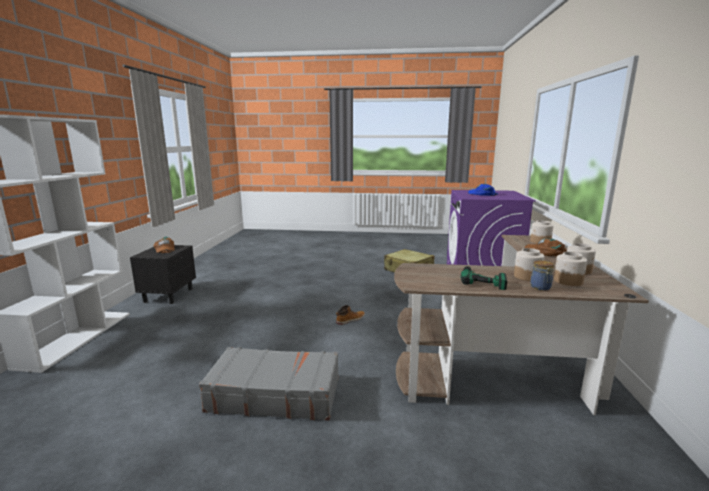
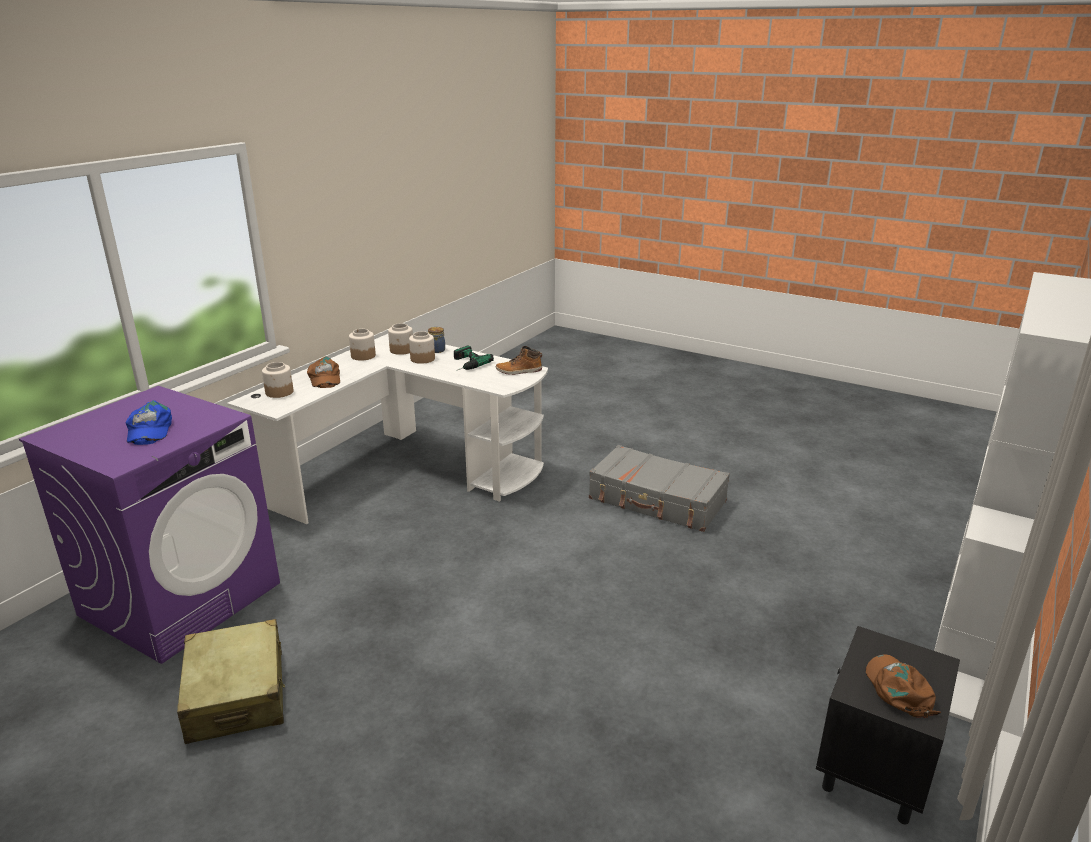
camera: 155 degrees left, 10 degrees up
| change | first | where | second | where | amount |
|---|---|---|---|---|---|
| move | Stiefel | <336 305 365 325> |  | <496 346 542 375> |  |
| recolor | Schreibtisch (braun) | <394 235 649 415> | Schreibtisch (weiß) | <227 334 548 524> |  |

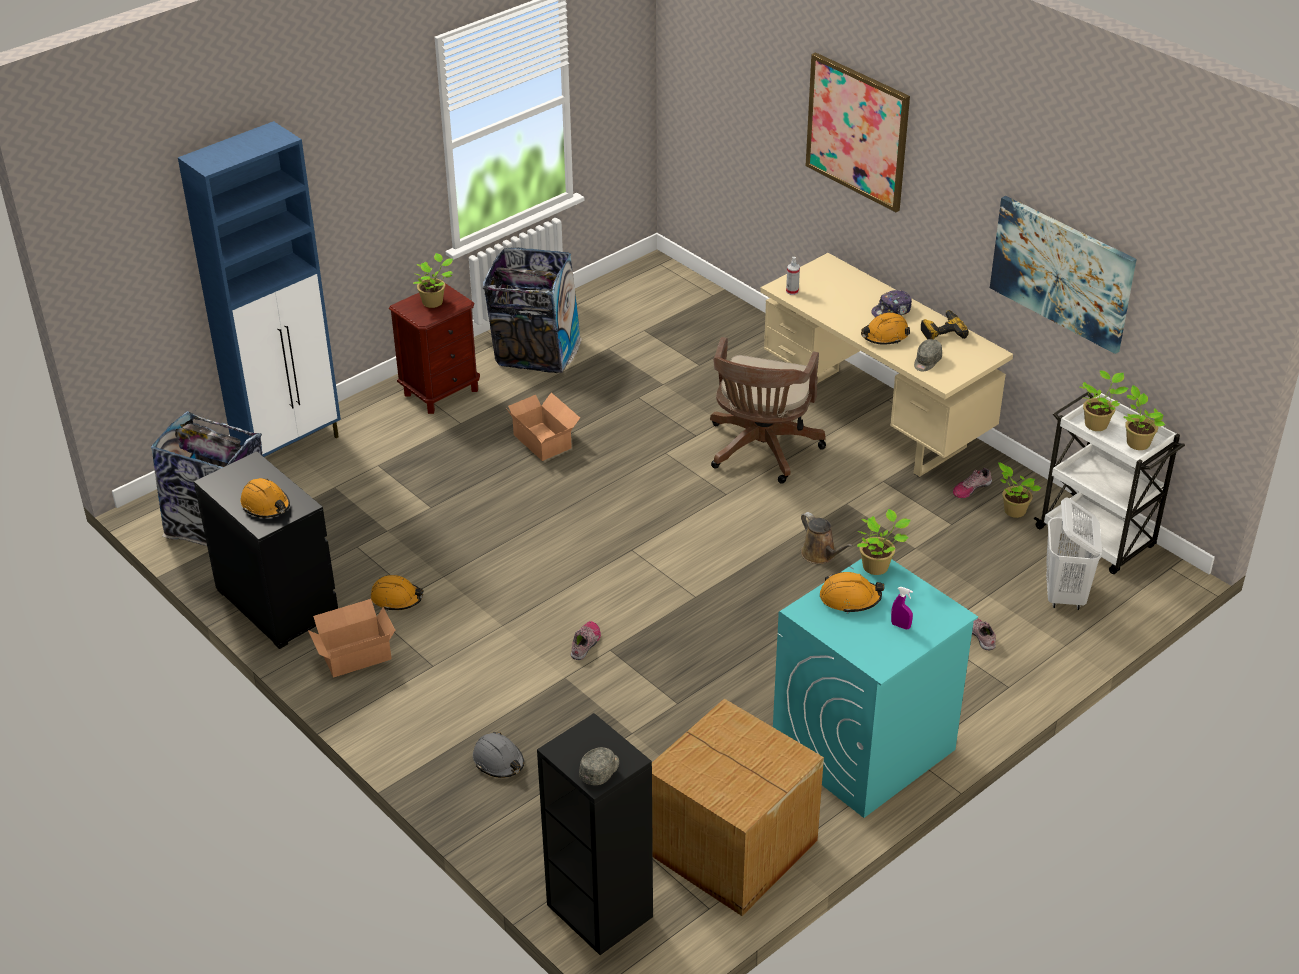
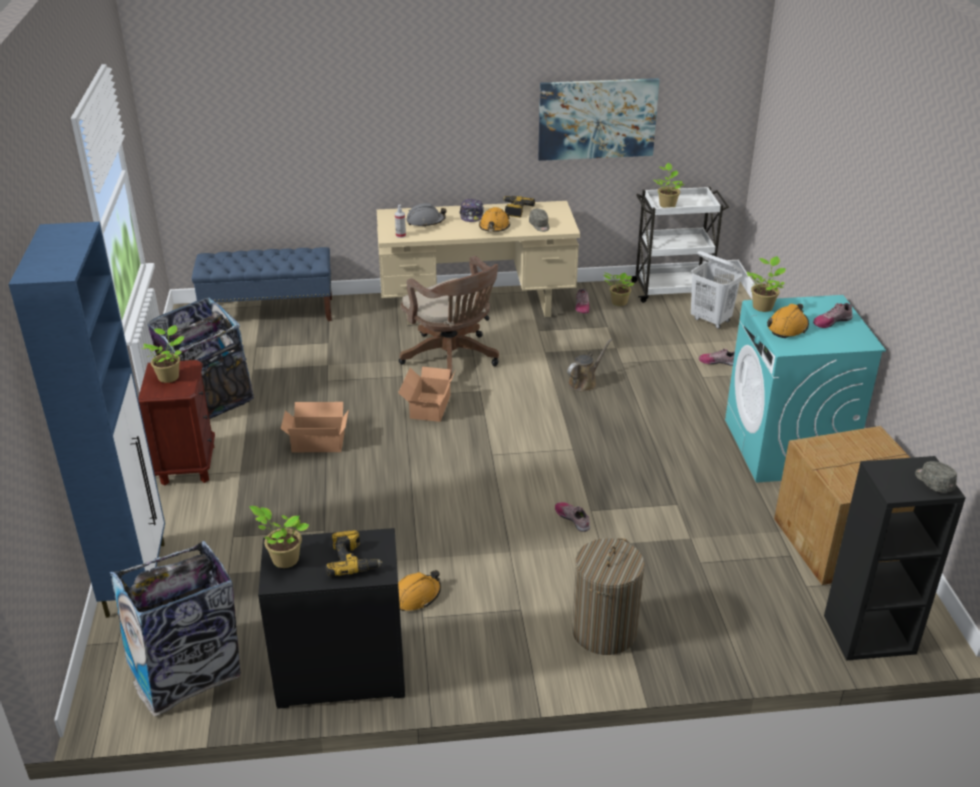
camera: 55 degrees left, 5 degrees down
| change | first | where | second | where | amount |
|---|---|---|---|---|---|
| replace | Schutzhelm (orange) | <240 478 290 518> | Bohrmaschine | <326 530 383 576> |  |
| move | Karton | <308 599 395 677> |  | <398 367 455 422> |  |
| move | Schutzhelm (grau) | <473 732 524 778> |  | <406 203 446 226> |  |
| rotate | Gießkanne (braun) | <801 512 853 564> |  | <567 339 612 391> | 45 degrees counterclockwise |
| delete | Bild | <806 52 910 212> |  |  |  |
| replace | Sprühflasche (lila) | <891 587 913 630> | Schuh | <813 303 853 328> |  |
| move | Topfpflanze | <1123 385 1165 450> |  | <250 506 309 568> |  |
| insert |  |  | Bank (blau) | <192 247 332 321> |  |
| insert |  |  | Wäschekorb | <572 538 645 655> |  |

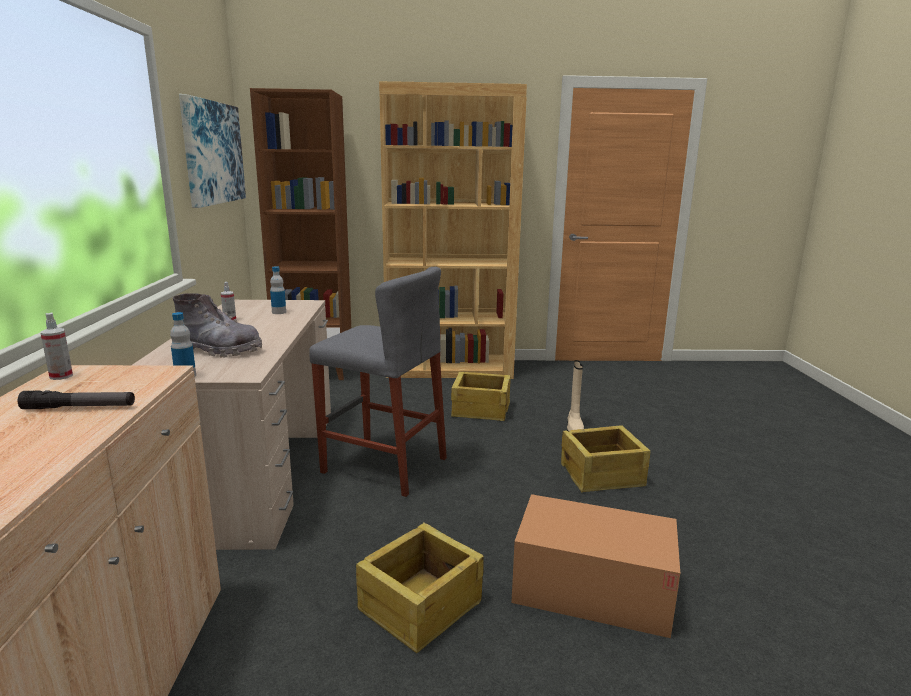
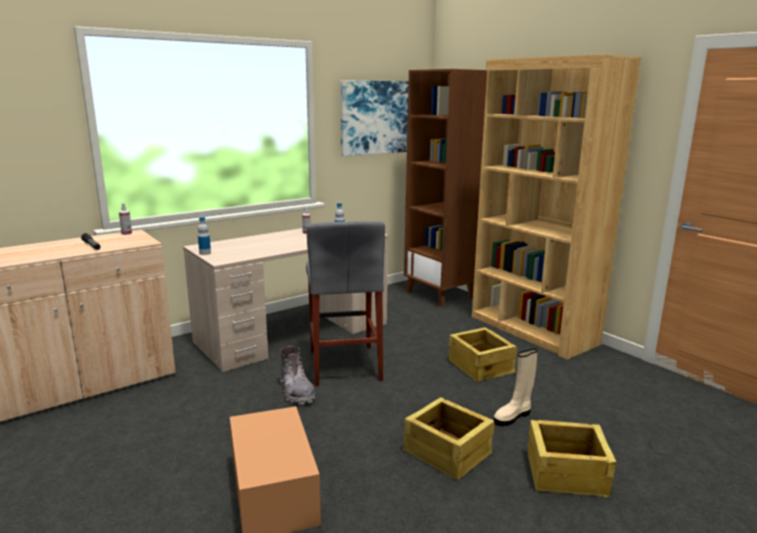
camera: 55 degrees right, 0 degrees up
| change | first | where | second | where | amount |
|---|---|---|---|---|---|
| move | Stiefel (grau) | <173 293 262 358> |  | <280 346 315 405> |  |
| move | Kiste | <356 523 484 653> |  | <527 420 616 497> |  |

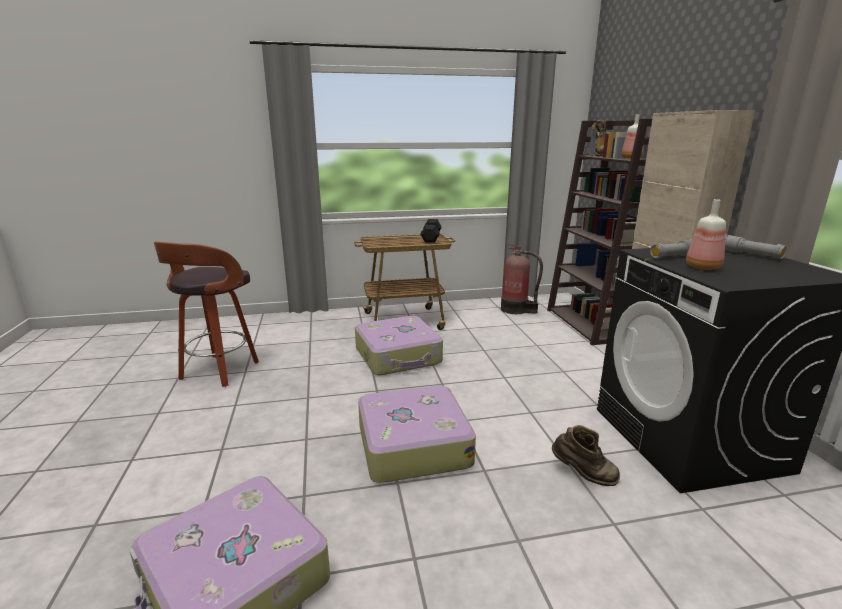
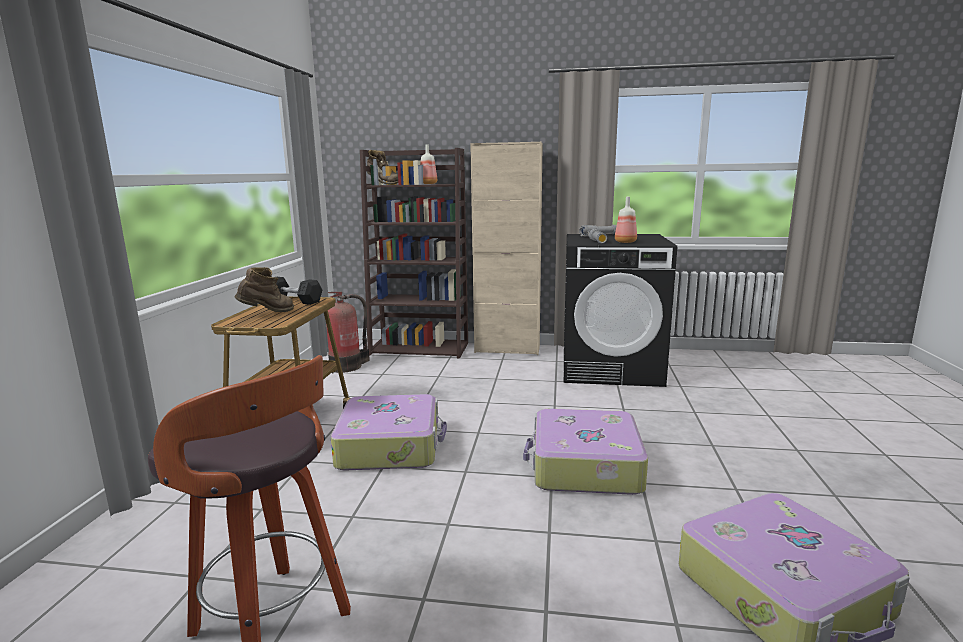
camera: 70 degrees left, 5 degrees down
| change | first | where | second | where | amount |
|---|---|---|---|---|---|
| move | Stiefel (braun) | <552 425 620 486> |  | <235 267 294 312> |  |

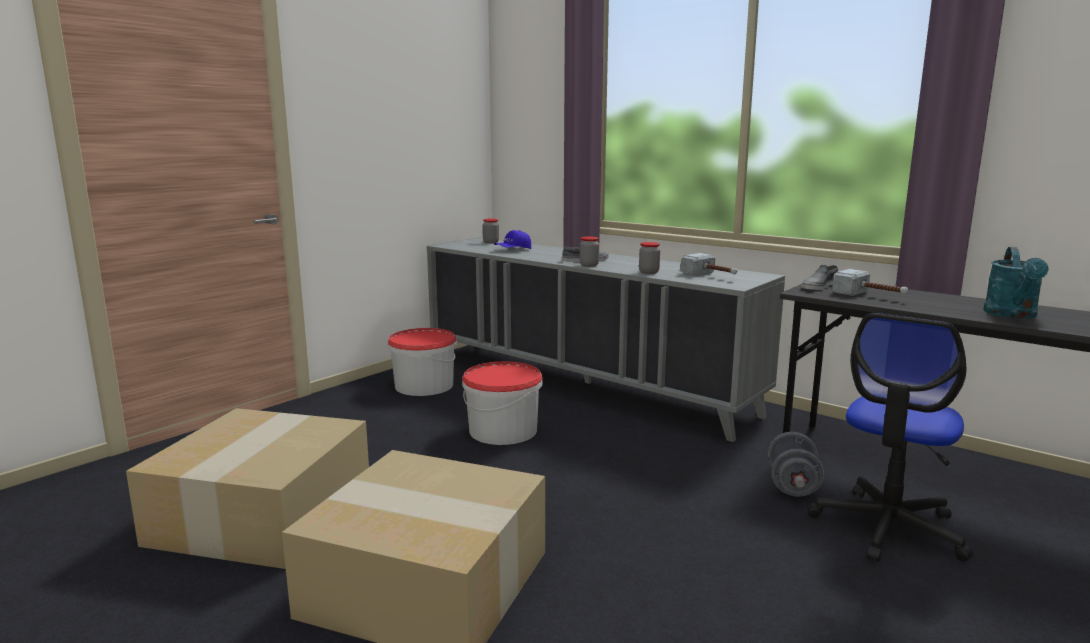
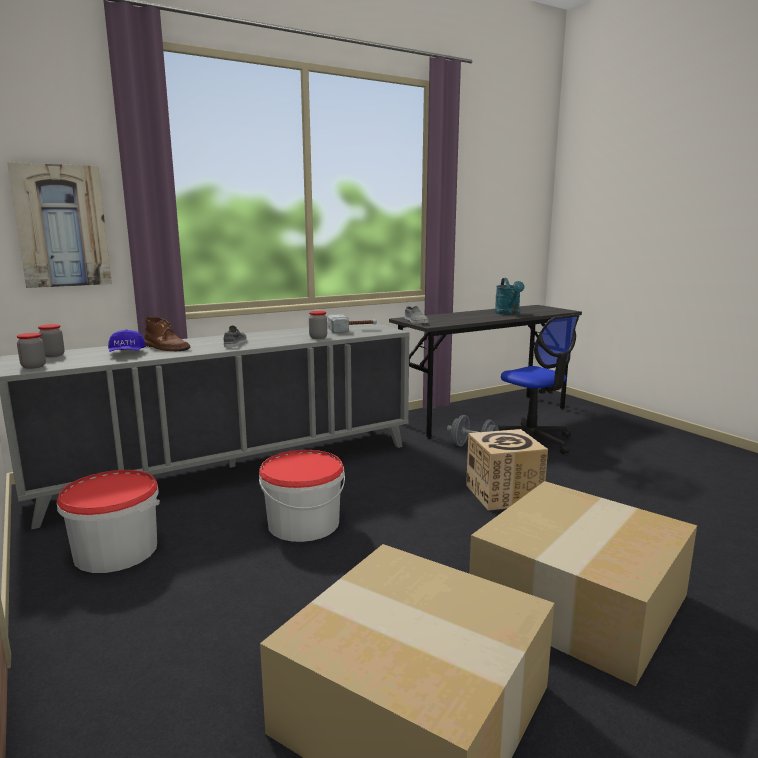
camera: 70 degrees left, 0 degrees up
| change | first | where | second | where | amount |
|---|---|---|---|---|---|
| move | Vorratsglas | <580 236 599 267> |  | <17 333 46 369> |  |
| delete | Hammer | <832 269 909 296> |  |  |  |
| rotate | Gießkanne (türkis) | <983 247 1049 319> |  | <495 278 525 315> | 45 degrees clockwise |
| insert |  |  | Bild | <7 162 112 288> |  |
| insert |  |  | Stiefel (braun) | <144 317 190 351> |  |
| insert |  |  | Karton | <466 429 548 511> |  |

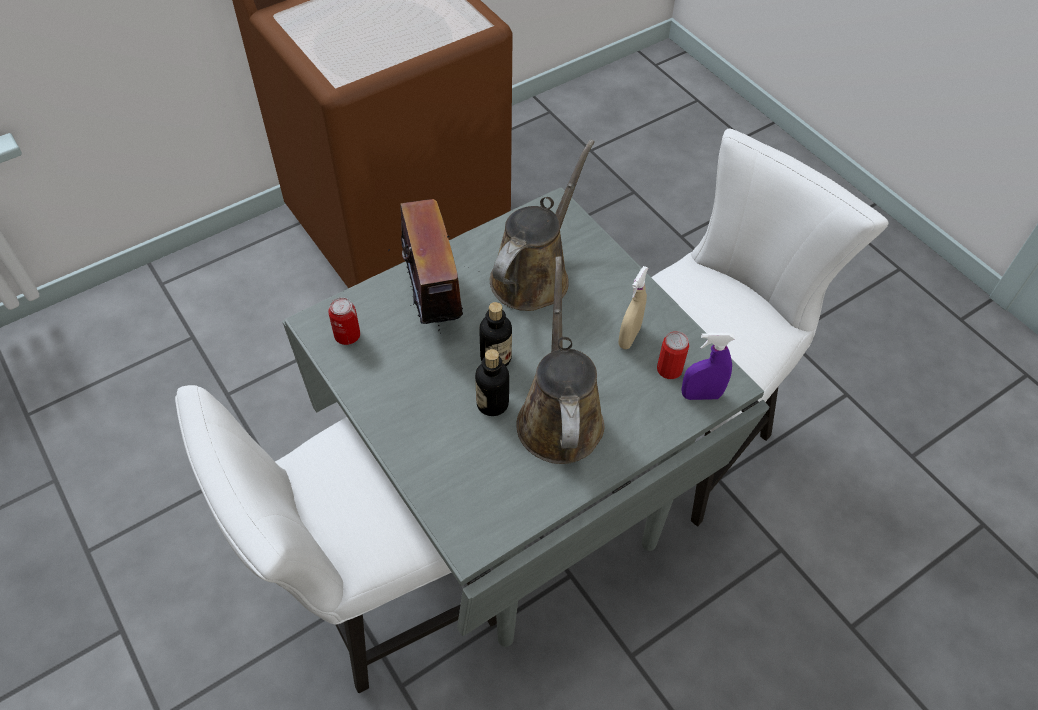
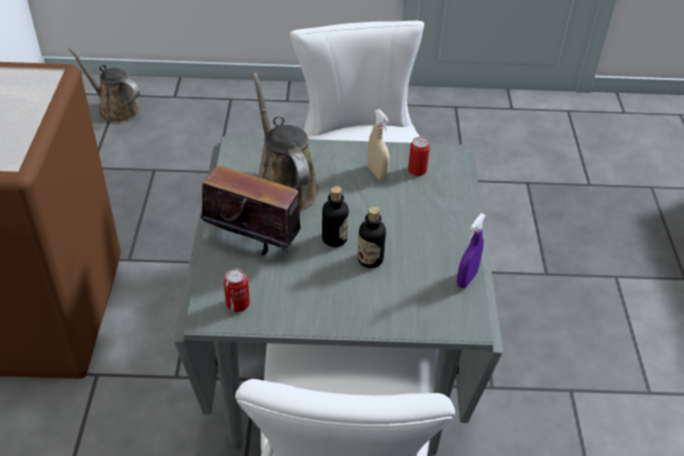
camera: 55 degrees left, 10 degrees down
| change | first | where | second | where | amount |
|---|---|---|---|---|---|
| move | Gießkanne (braun) | <516 256 604 464> |  | <68 48 140 122> |  |
| move | Sprühflasche (lila) | <682 333 735 400> |  | <457 213 486 288> |  |

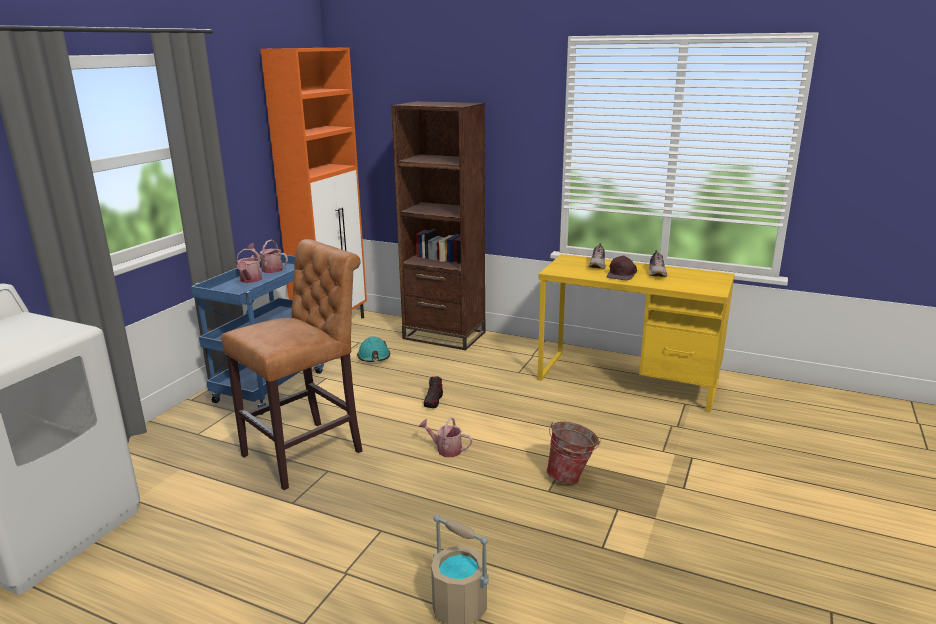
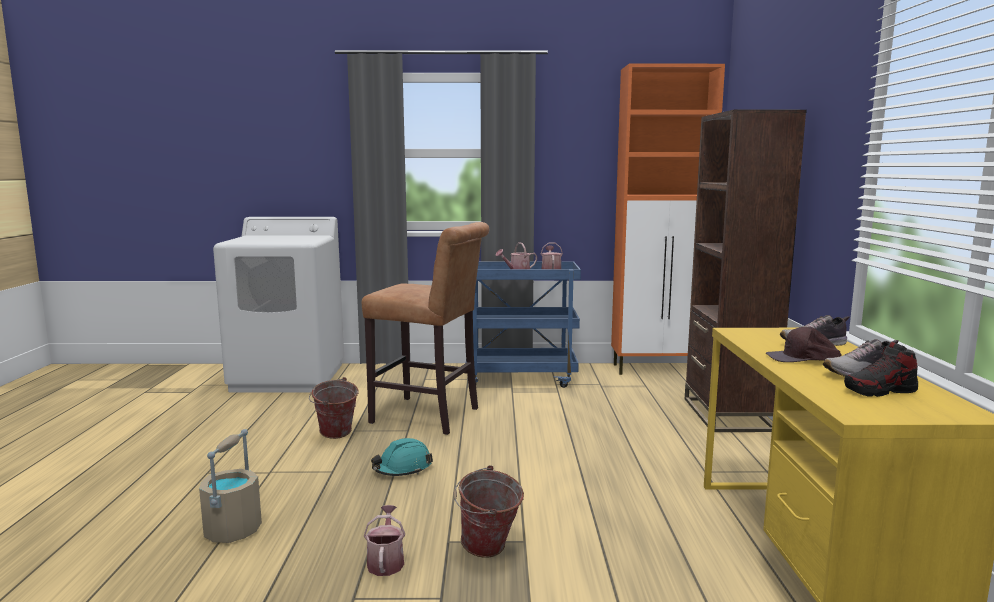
camera: 65 degrees right, 10 degrees down
| change | first | where | second | where | amount |
|---|---|---|---|---|---|
| move | Schutzhelm (türkis) | <357 336 390 362> |  | <371 438 433 476> |  |
| move | Gießkanne | <418 417 472 457> |  | <364 505 405 576> |  |
| move | Schuh | <424 376 443 408> |  | <844 342 918 397> |  |
| insert |  |  | Eimer | <309 377 359 439> |  |

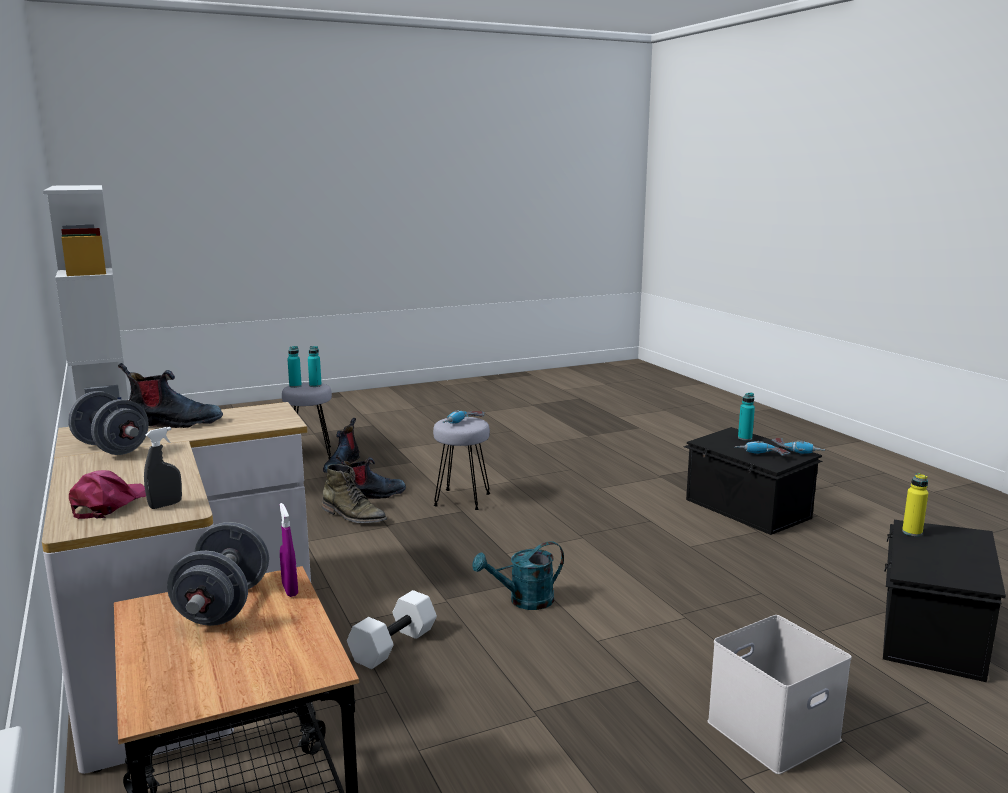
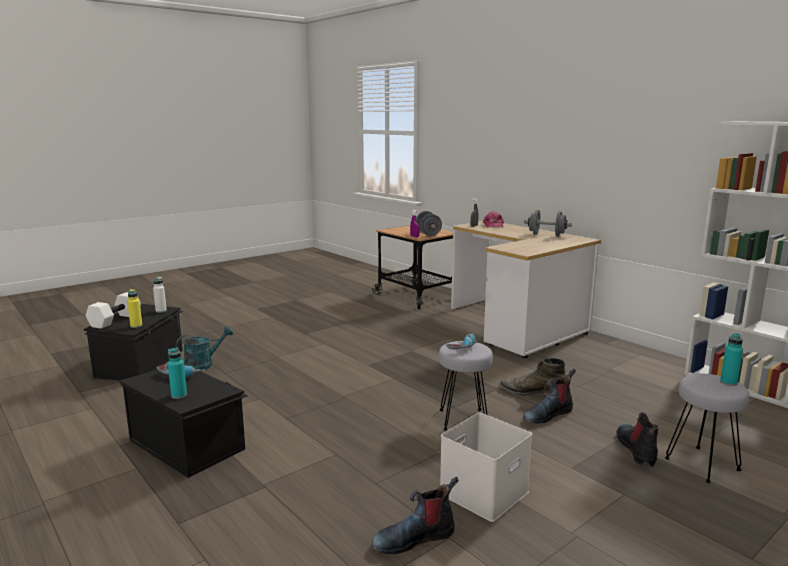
camera: 165 degrees right, 0 degrees up
| change | first | where | second | where | amount |
|---|---|---|---|---|---|
| move | Stiefel | <118 363 223 428> |  | <372 477 458 554> |  |
| delete | Flasche (türkis) | <308 346 322 387> |  |  |  |
| move | Hantel (weiß) | <347 590 437 669> |  | <86 292 141 329> |  |
| move | Gießkanne (türkis) | <472 541 564 610> |  | <176 326 233 370> |  |
| move | Aufbewahrungsbox (weiß) | <708 615 852 774> |  | <440 413 532 522> |  |
| delete | Bohrmaschine | <772 438 825 454> |  |  |  |
| insert |  |  | Flasche (weiß) | <153 277 167 313> |  |

